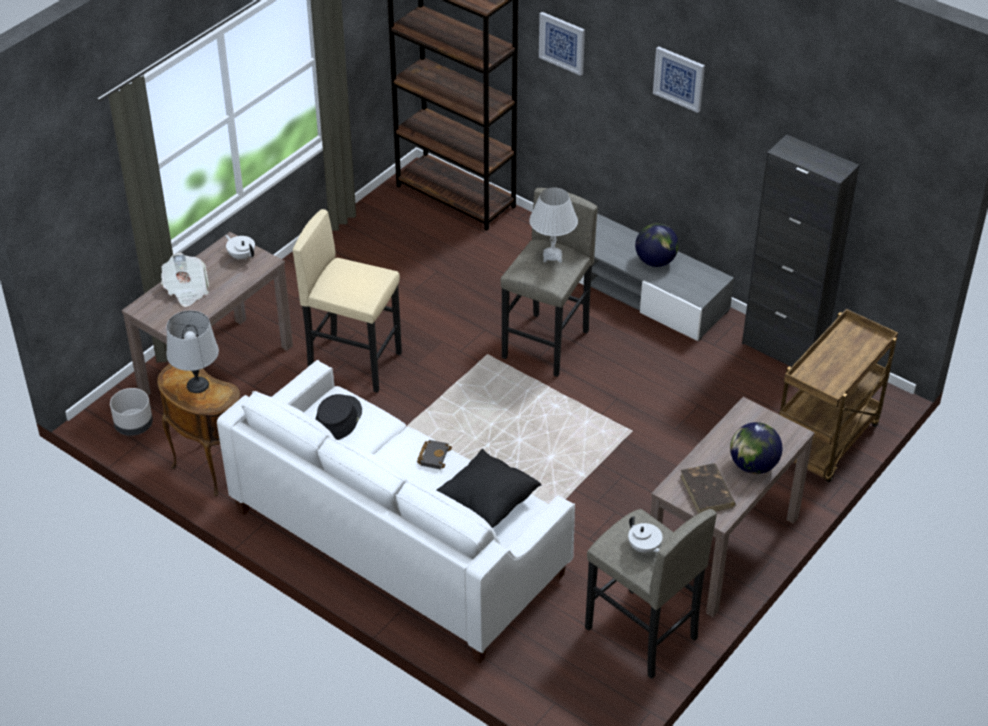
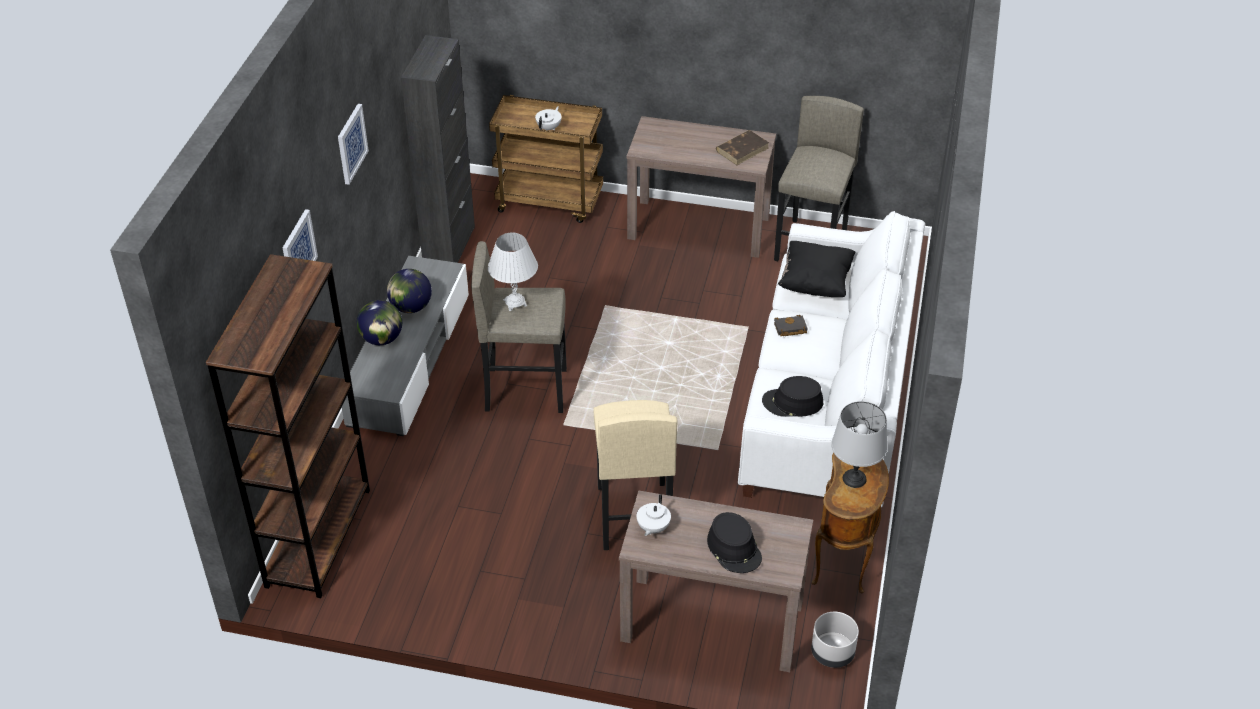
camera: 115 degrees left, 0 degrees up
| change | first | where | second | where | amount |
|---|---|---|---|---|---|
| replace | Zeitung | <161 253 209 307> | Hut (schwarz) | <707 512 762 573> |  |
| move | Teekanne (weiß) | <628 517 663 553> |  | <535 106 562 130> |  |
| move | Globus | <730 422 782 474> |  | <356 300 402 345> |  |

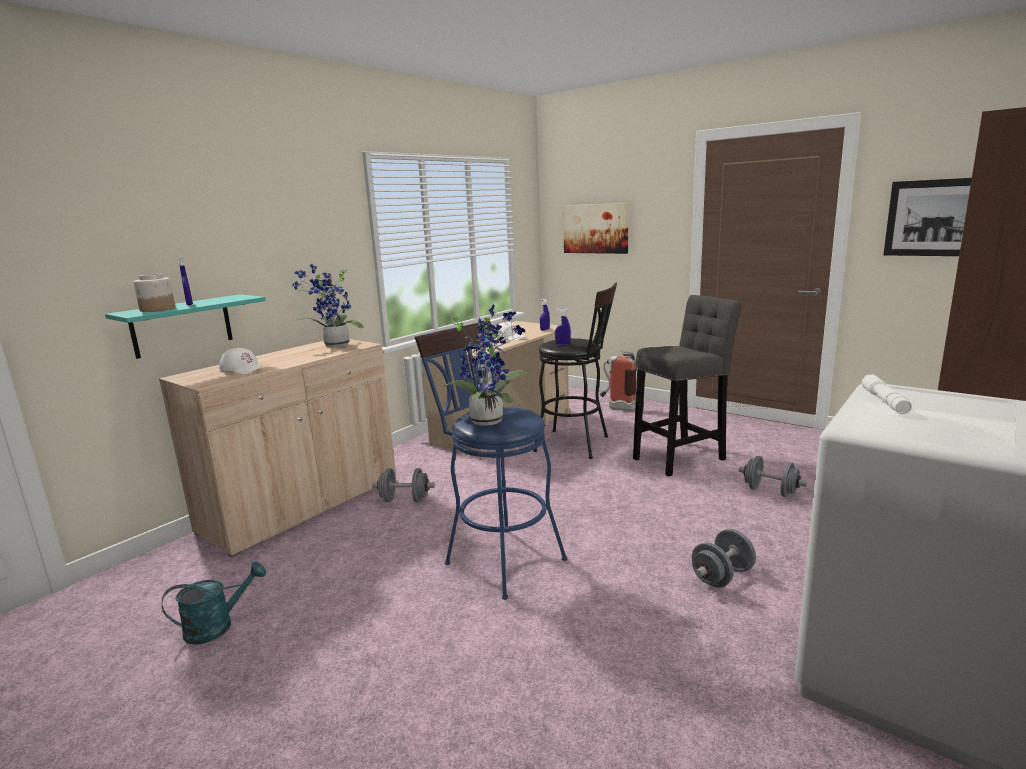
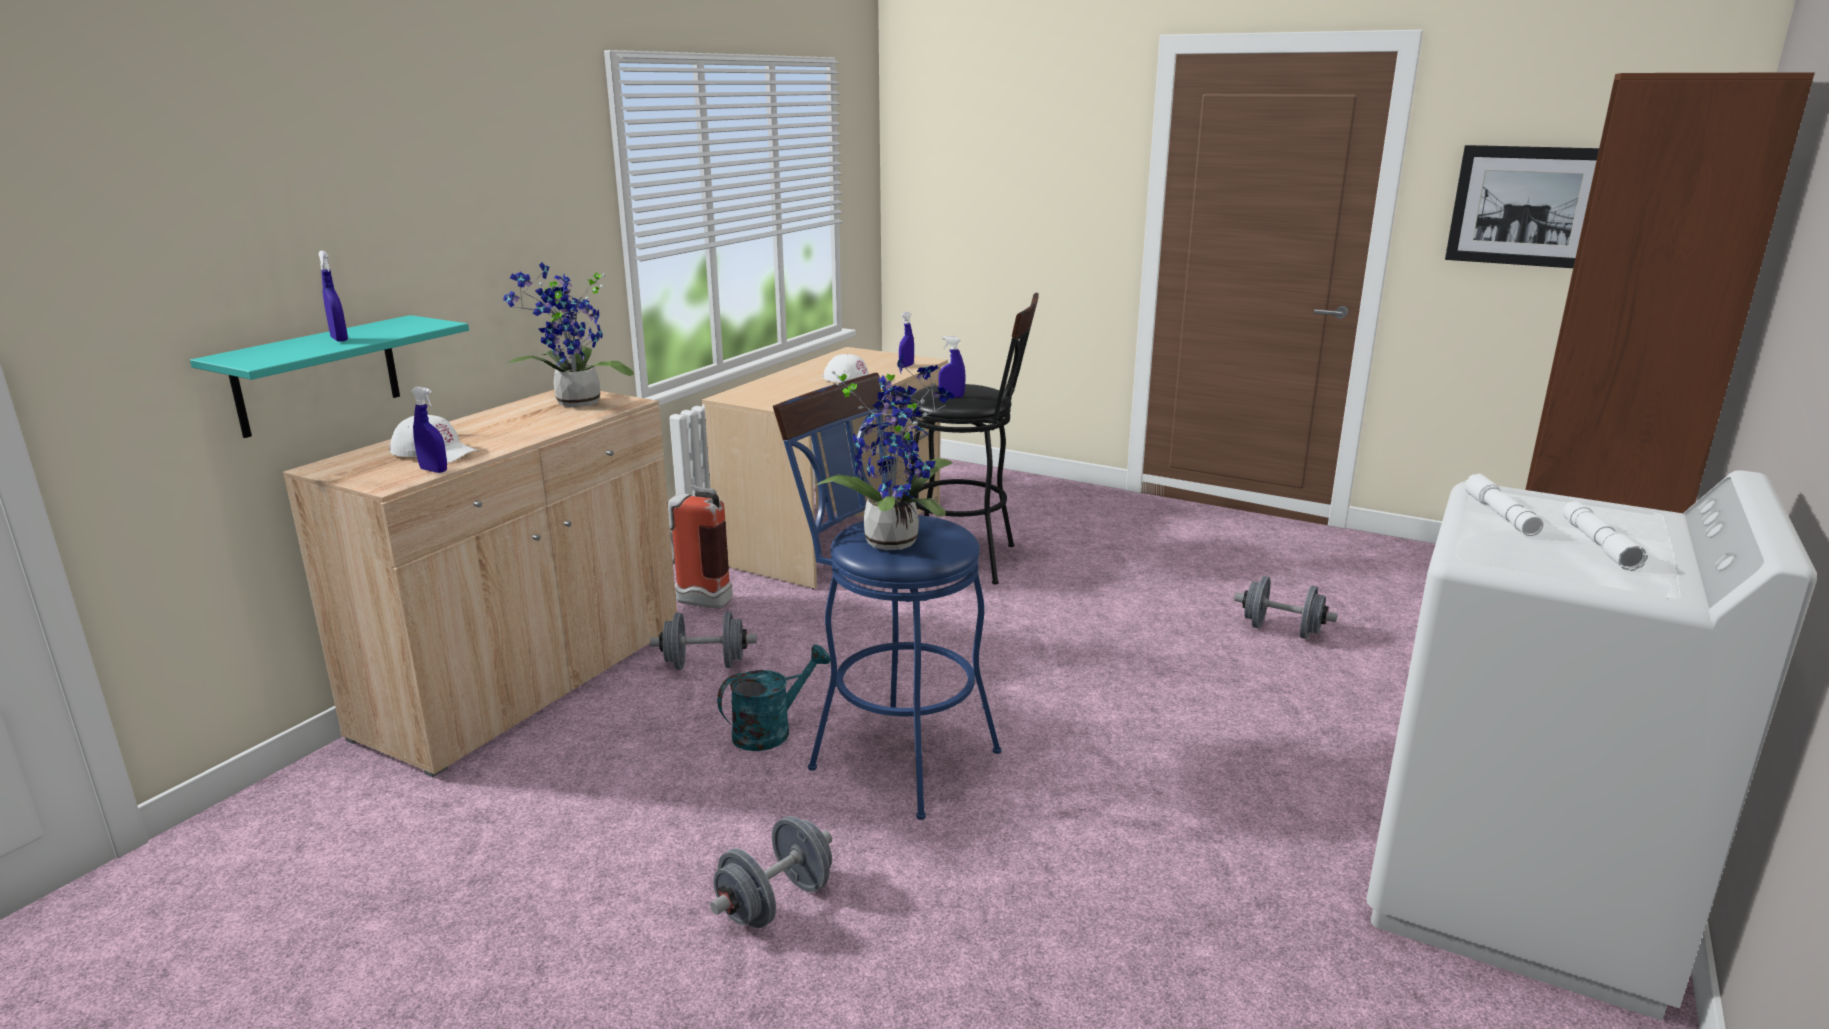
camera: 10 degrees left, 5 degrees up
| change | first | where | second | where | amount |
|---|---|---|---|---|---|
| delete | Vorratsglas | <133 274 175 312> |  |  |  |
| move | Gießkanne (türkis) | <162 561 266 645> |  | <717 644 831 751> |  |
| delete | Bild | <563 203 629 254> |  |  |  |
| move | Feuerlöscher | <600 350 636 411> |  | <667 484 733 609> |  |
| delete | Hocker (grau) | <633 295 742 476> |  |  |  |
| move | Hantel (grau) | <692 529 756 588> |  | <710 816 832 928> |  |
| insert |  |  | Sprühflasche (blau) | <411 387 447 473> |  |
| insert |  |  | Taschenlampe (weiß) | <1563 501 1648 571> |  |

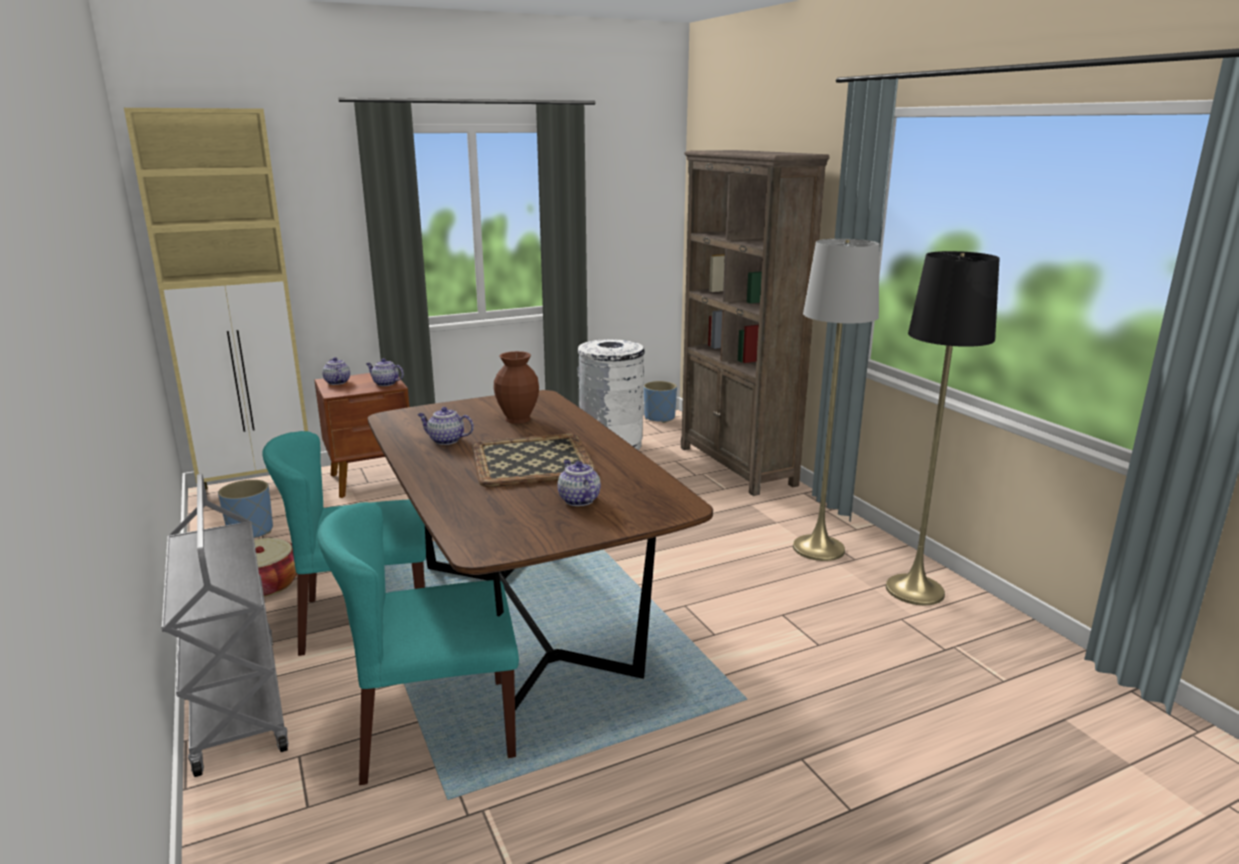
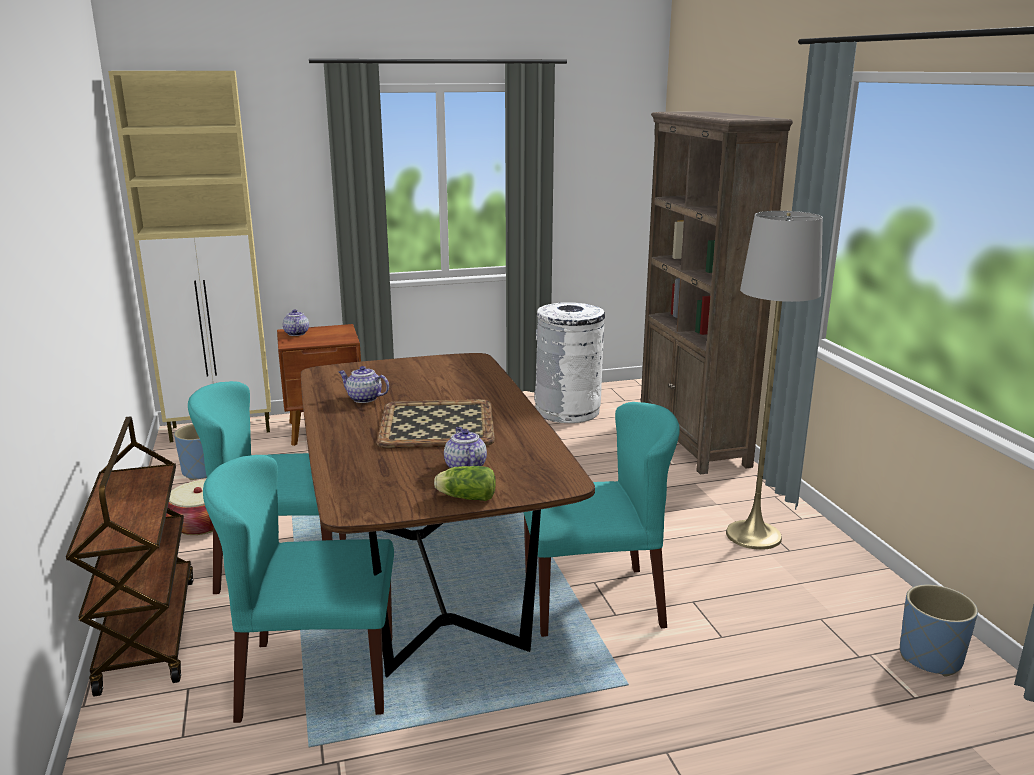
camera: 10 degrees right, 0 degrees up
| change | first | where | second | where | amount |
|---|---|---|---|---|---|
| recolor | Rollwagen (grau) | <161 474 289 777> | Rollwagen (braun) | <66 416 194 697> |  |
| delete | Teekanne | <366 359 404 386> |  |  |  |
| delete | Vase (braun) | <493 351 539 424> |  |  |  |
| move | Pflanzkübel (blau) | <644 381 677 423> |  | <900 585 978 677> |  |
| delete | Stehlampe (schwarz) | <886 251 1000 605> |  |  |  |
| insert |  |  | Salatkopf | <434 466 496 501> |  |
| insert |  |  | Stuhl (türkis) | <523 402 680 637> |  |

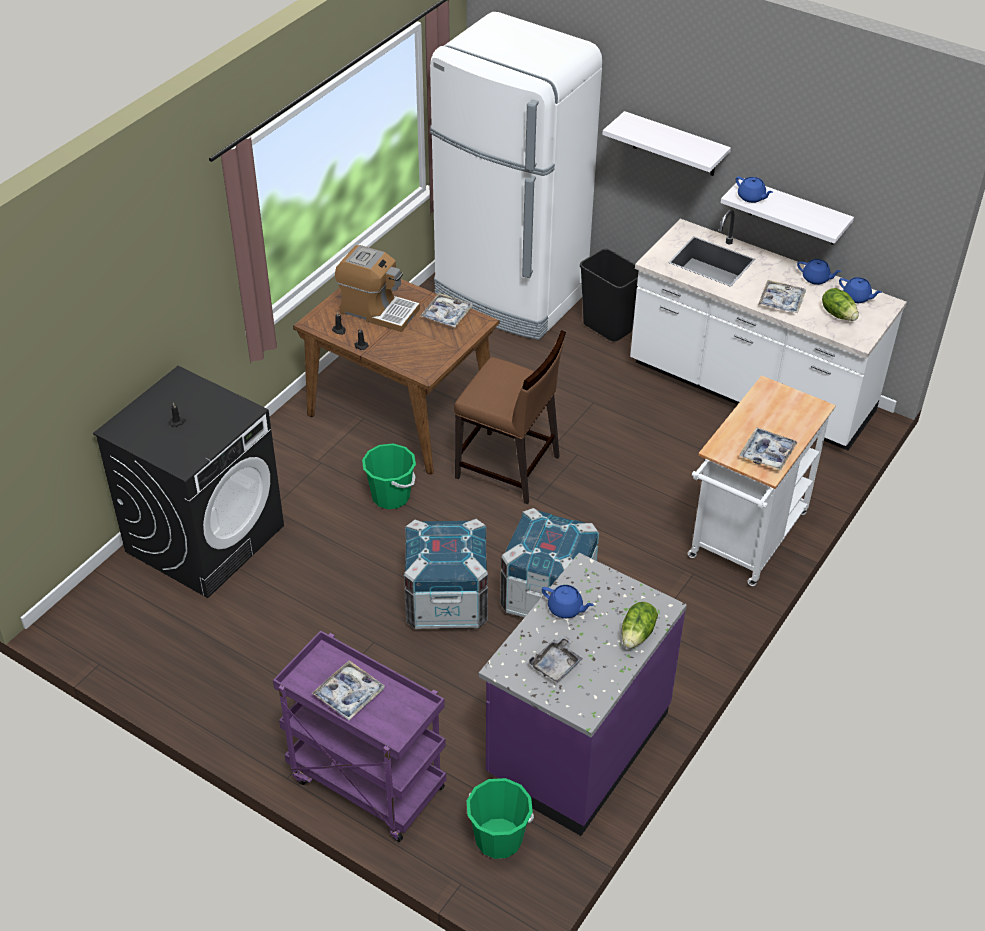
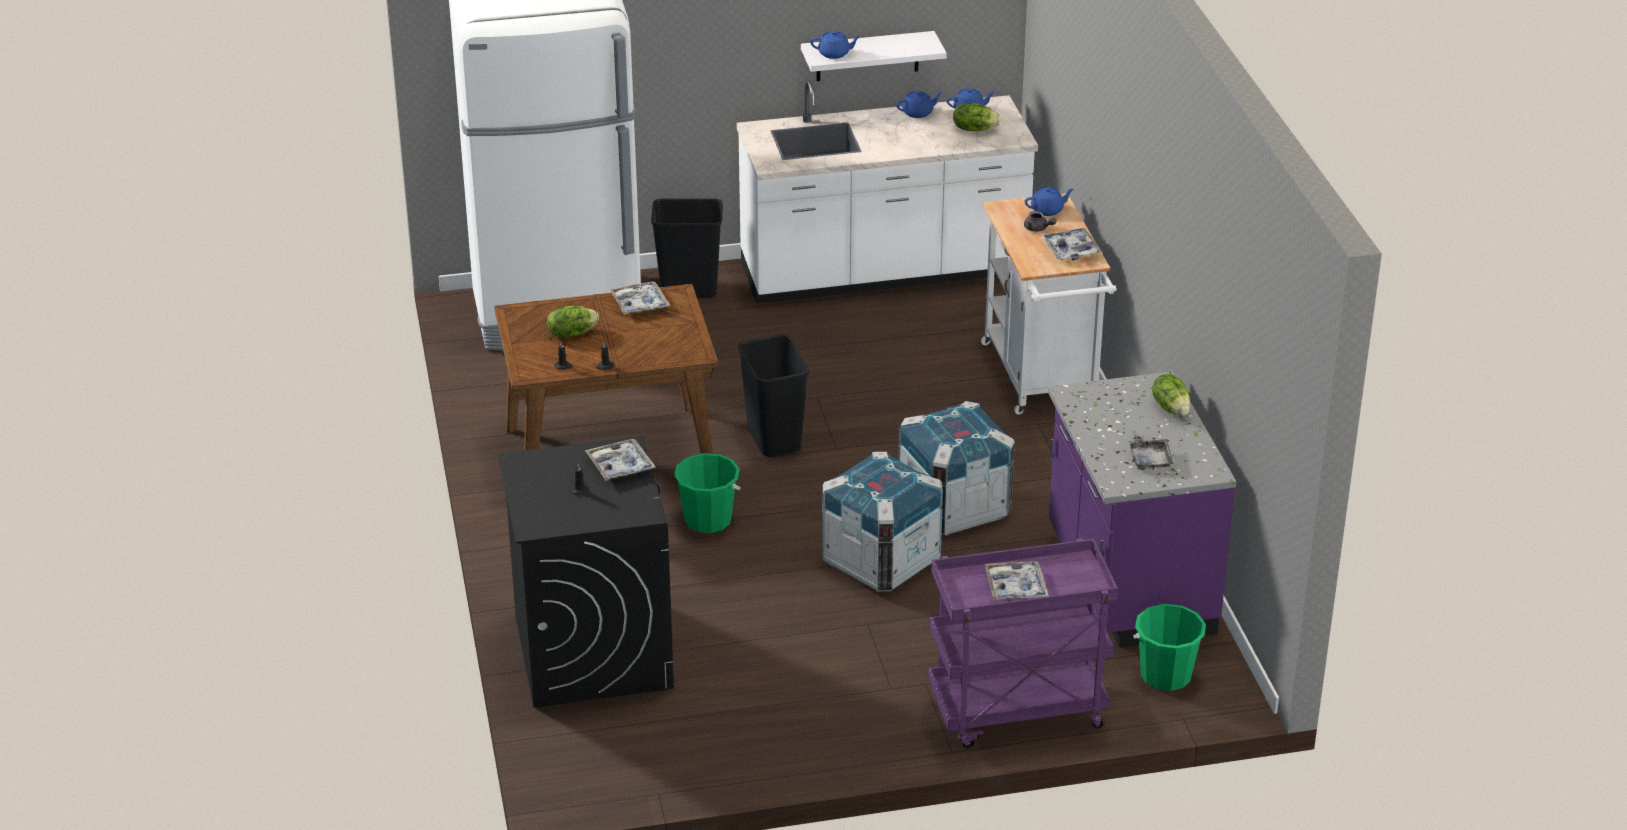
camera: 45 degrees left, 10 degrees down
| change | first | where | second | where | amount |
|---|---|---|---|---|---|
| replace | Kaffeemaschine | <335 245 420 332> | Salatkopf | <547 306 599 338> |  |
| replace | Stuhl (braun) | <454 330 566 504> | Mülleimer (schwarz) | <738 335 810 457> |  |
| move | Teekanne (blau) | <542 585 594 618> |  | <1025 187 1074 216> |  |
| delete | Wandregal (weiß) | <602 111 731 176> |  |  |  |
| move | Tablett | <758 280 806 313> |  | <585 439 656 481> |  |
| insert |  |  | Teekanne (grau) | <1024 211 1056 232> |  |

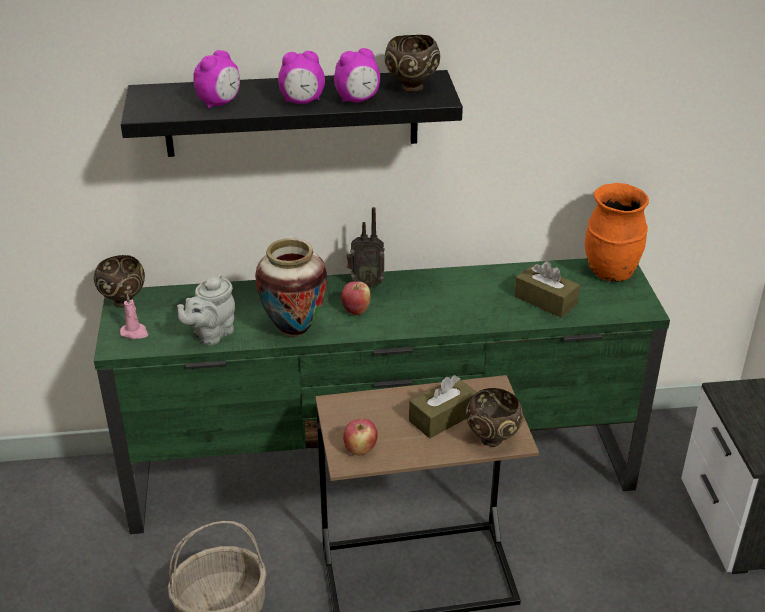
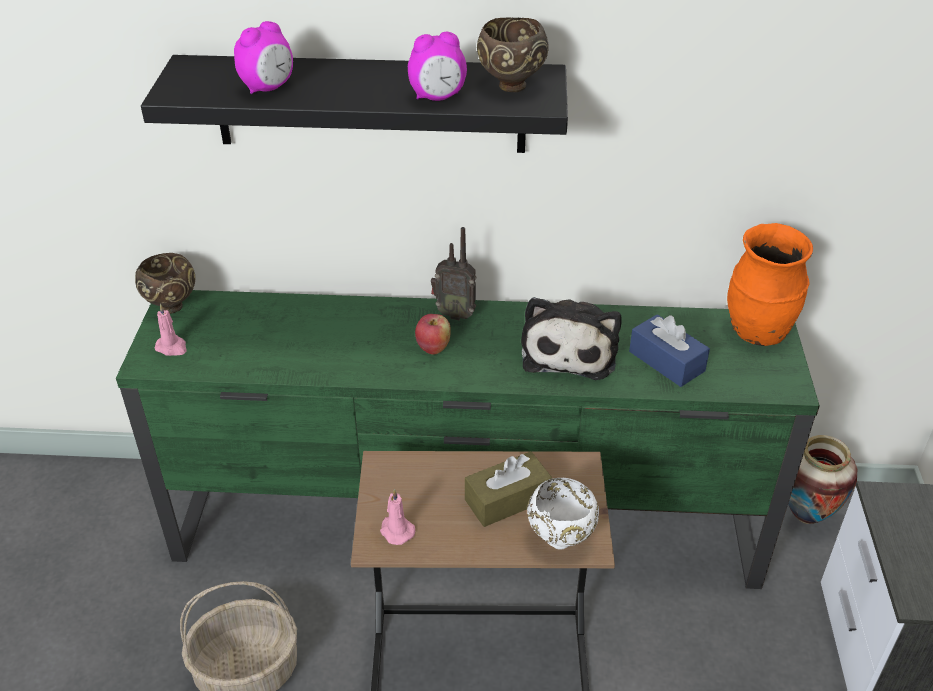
camera: 10 degrees right, 5 degrees up
| change | first | where | second | where | amount |
|---|---|---|---|---|---|
| delete | Teekanne (grau) | <177 274 235 345> |  |  |  |
| move | Vase | <255 238 327 337> |  | <788 435 857 524> |  |
| delete | Wecker | <278 51 325 104> |  |  |  |
| replace | Apfel | <343 419 378 455> | Kerze (rosa) | <380 489 415 545> |  |
| recolor | Schüssel (braun) | <466 388 523 447> | Schüssel (weiß) | <527 478 599 550> |  |
| recolor | Taschentuchbox (braun) | <514 261 580 318> | Taschentuchbox (blau) | <629 314 710 387> |  |
| insert |  |  | Plüschtier | <521 297 622 380> |  |

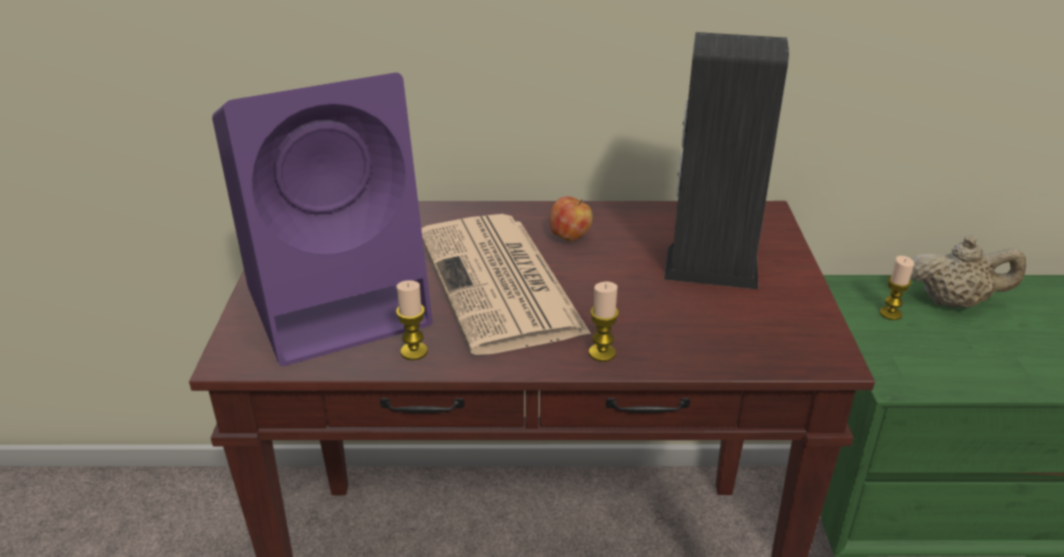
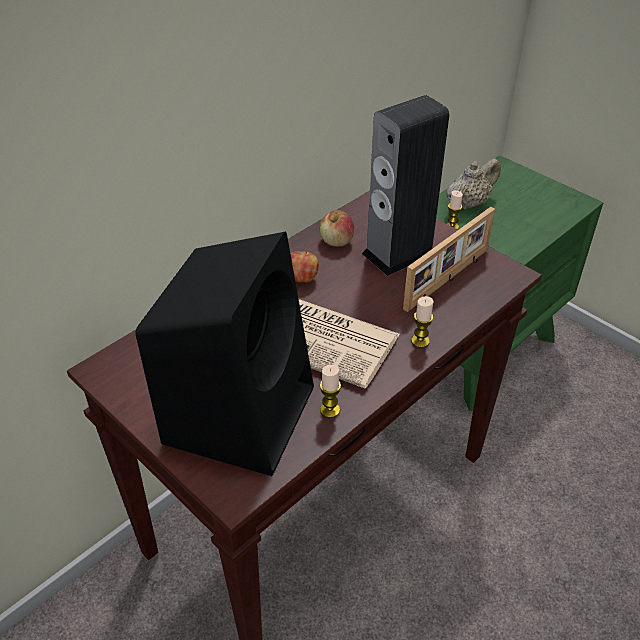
camera: 45 degrees left, 10 degrees up
| change | first | where | second | where | amount |
|---|---|---|---|---|---|
| recolor | Lautsprecher (lila) | <212 73 433 366> | Lautsprecher (schwarz) | <135 232 314 476> |  |
| insert |  |  | Apfel | <320 210 354 247> |  |
| insert |  |  | Bilderrahmen | <403 207 495 312> |  |

